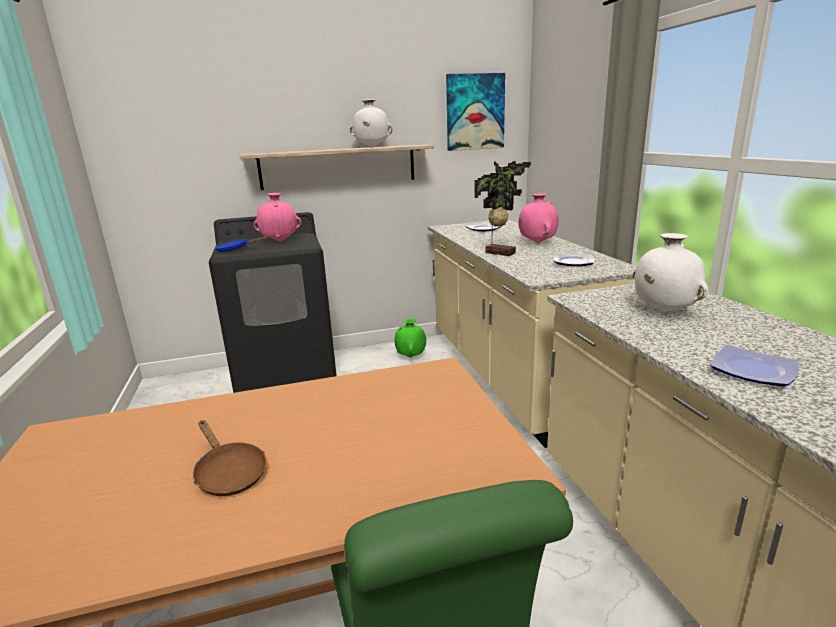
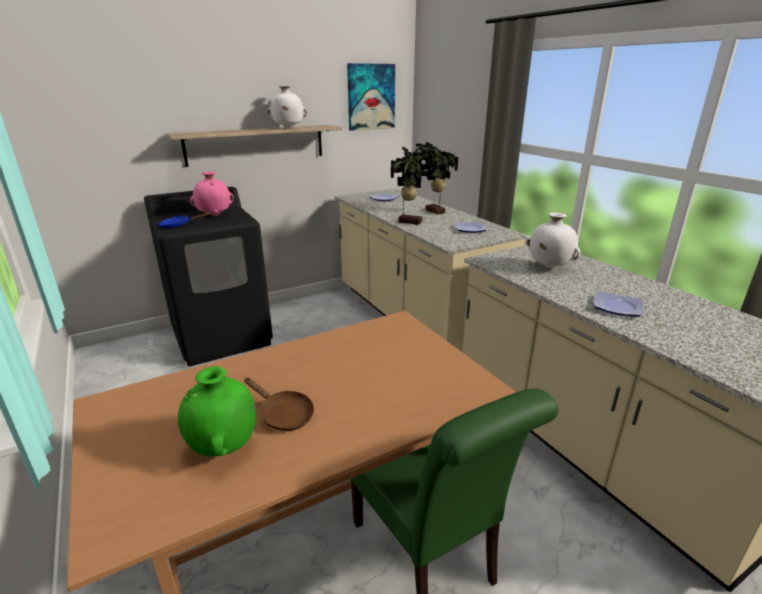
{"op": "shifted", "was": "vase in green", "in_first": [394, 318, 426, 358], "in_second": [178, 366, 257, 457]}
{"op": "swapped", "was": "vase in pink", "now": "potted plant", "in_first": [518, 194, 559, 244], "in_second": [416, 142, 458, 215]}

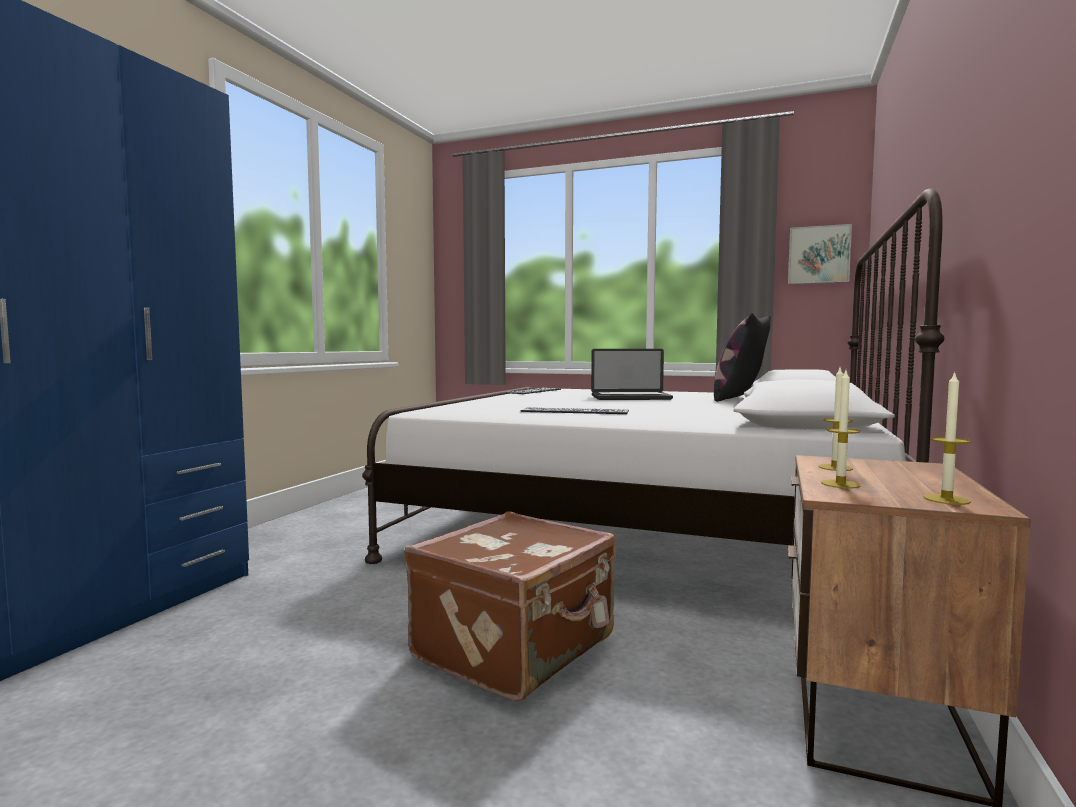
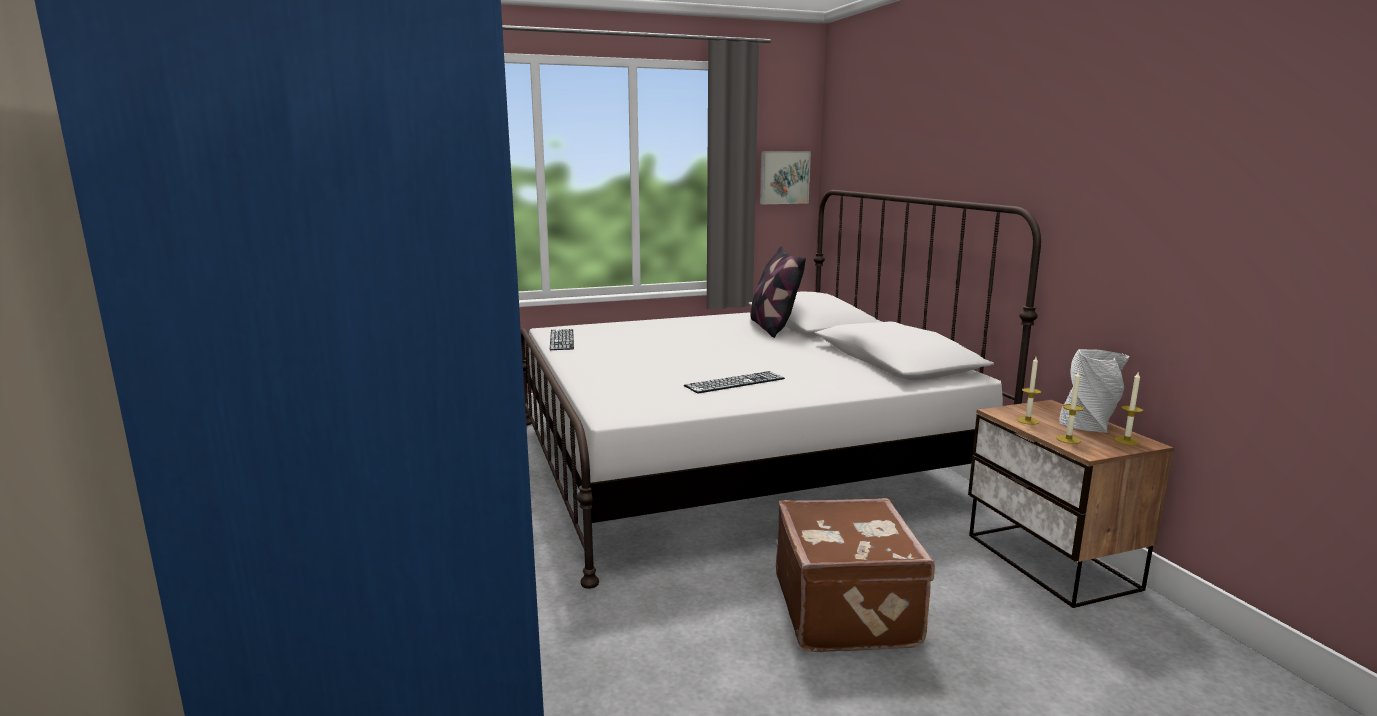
{"op": "gone", "was": "laptop", "in_first": [591, 349, 673, 400]}
{"op": "new", "now": "vase in grey", "in_second": [1059, 349, 1129, 433]}

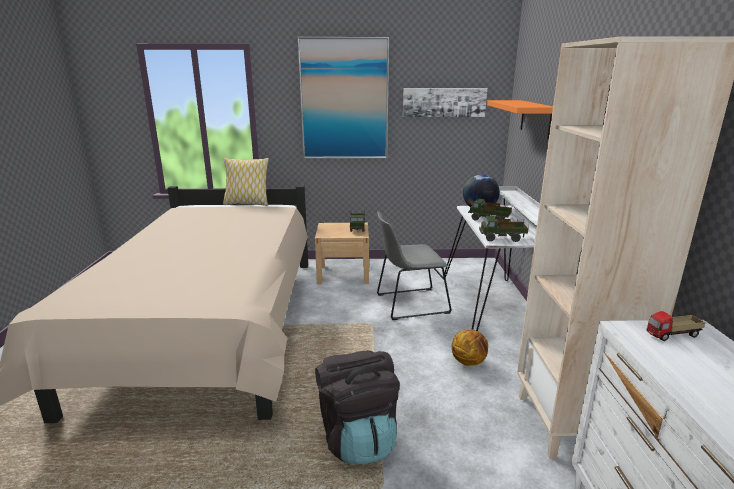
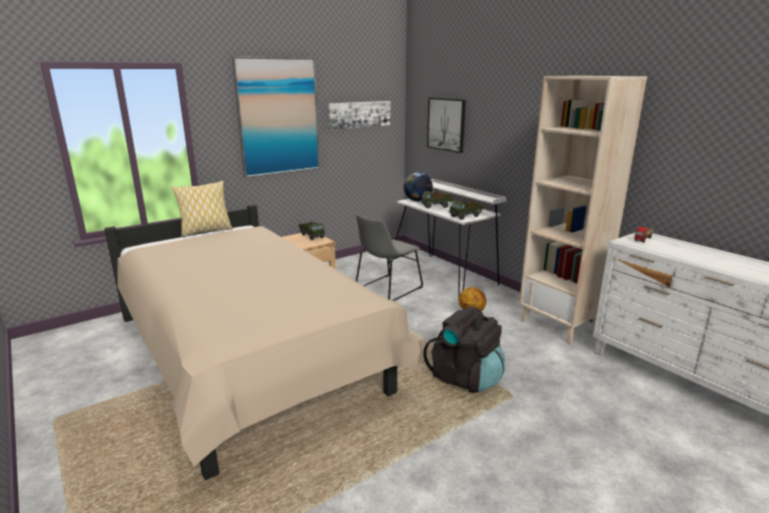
{"op": "swapped", "was": "shelf in orange", "now": "picture", "in_first": [487, 100, 553, 140], "in_second": [427, 98, 466, 153]}

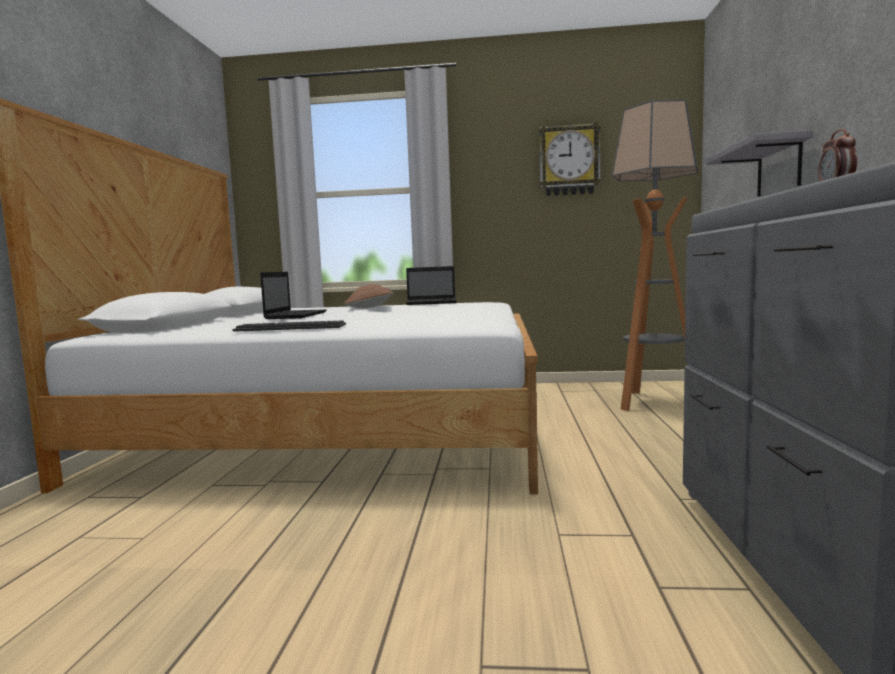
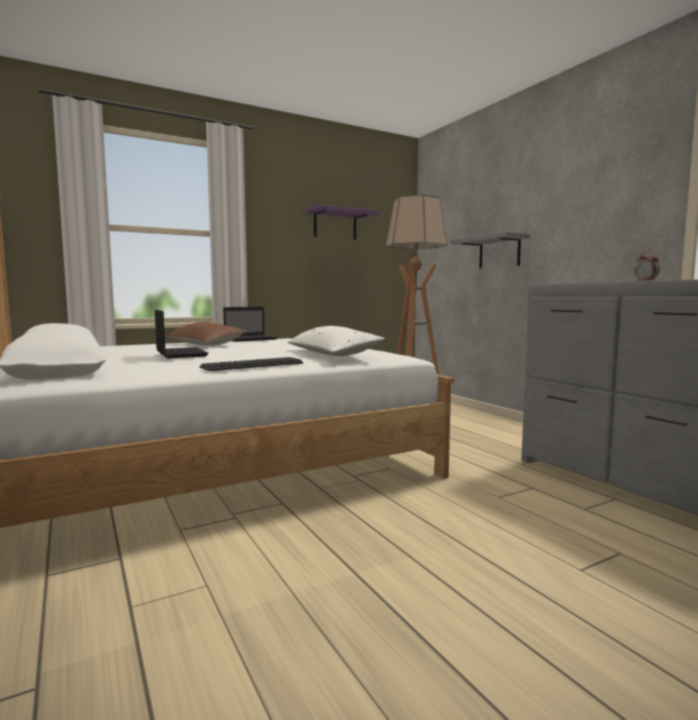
{"op": "new", "now": "pillow in white", "in_second": [288, 326, 385, 356]}
{"op": "swapped", "was": "wall clock", "now": "shelf in purple", "in_first": [539, 122, 601, 196], "in_second": [305, 204, 379, 240]}

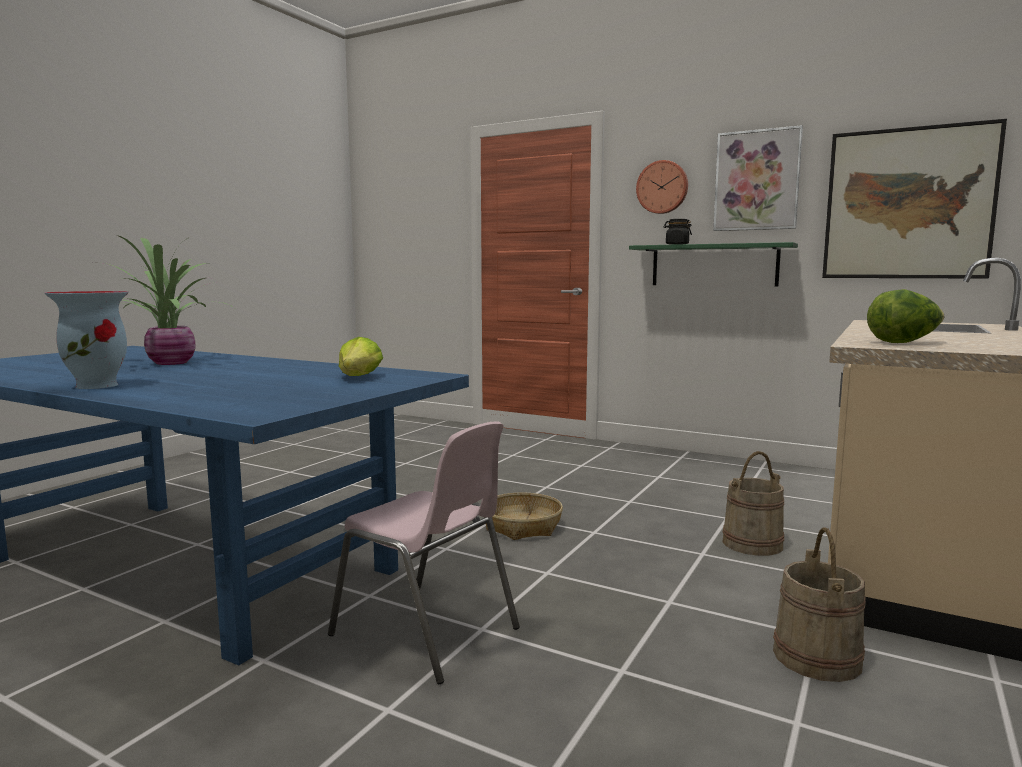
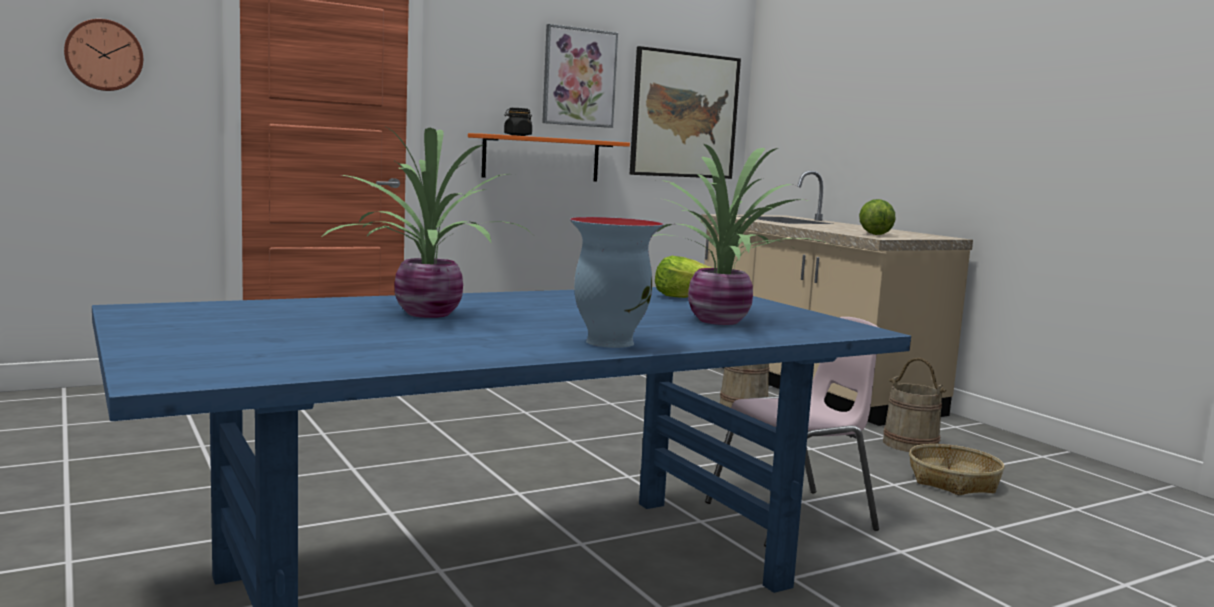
{"op": "new", "now": "potted plant", "in_second": [653, 144, 836, 325]}
{"op": "shifted", "was": "basket", "in_first": [486, 493, 563, 540], "in_second": [909, 444, 1005, 495]}
{"op": "shifted", "was": "wall clock", "in_first": [636, 160, 688, 214], "in_second": [64, 19, 143, 91]}
{"op": "repainted", "was": "shelf in green", "now": "shelf in orange", "in_first": [629, 242, 798, 286], "in_second": [468, 133, 630, 182]}

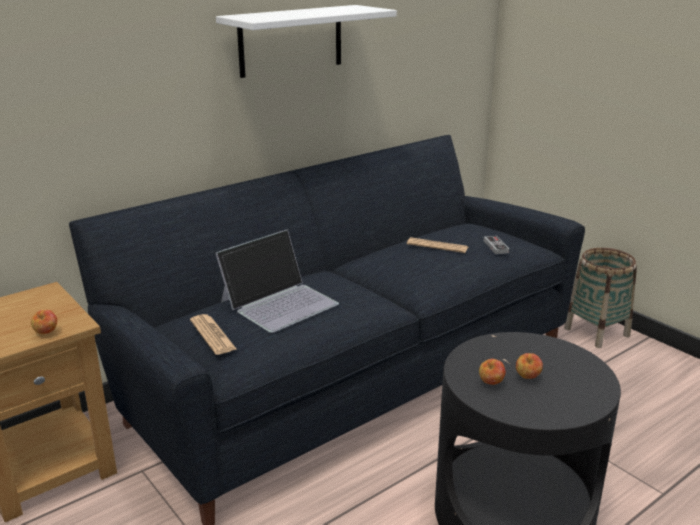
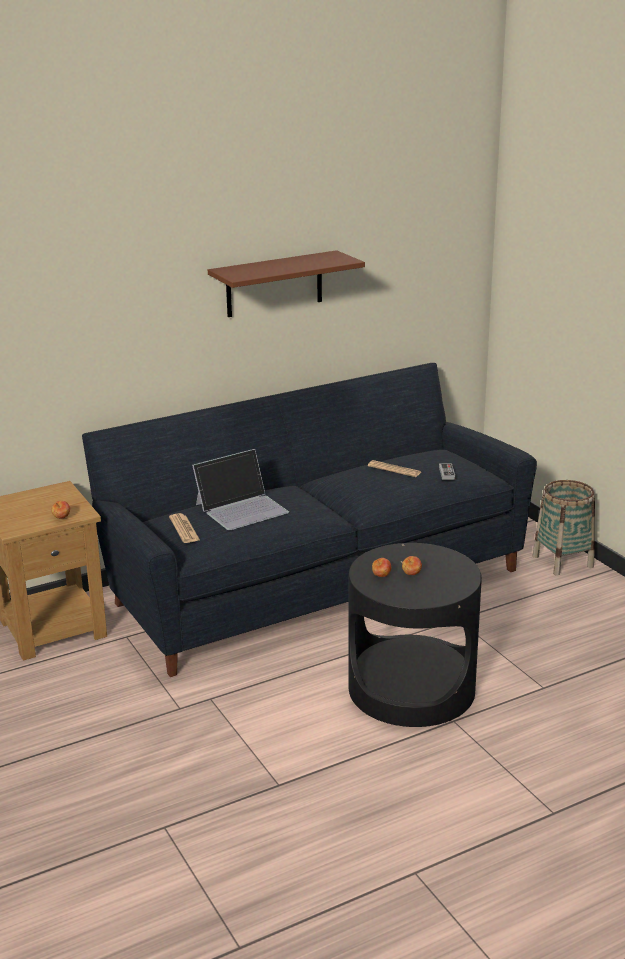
{"op": "repainted", "was": "shelf in white", "now": "shelf in brown", "in_first": [216, 5, 397, 78], "in_second": [208, 250, 365, 317]}

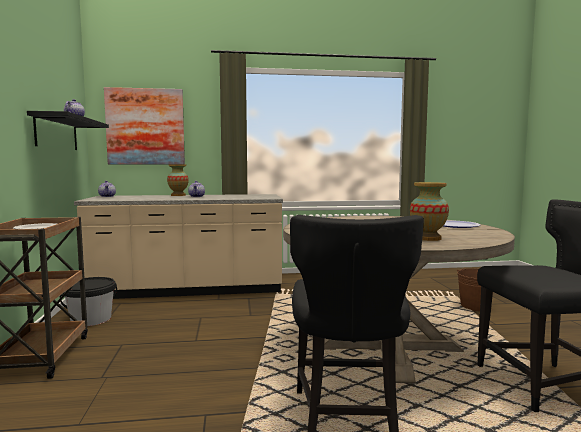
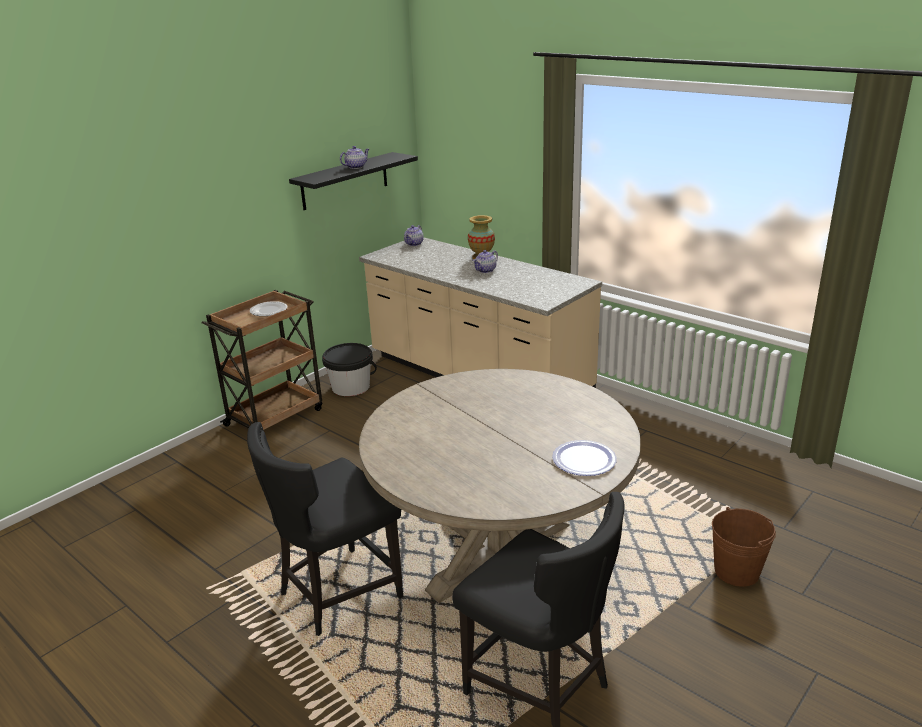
{"op": "gone", "was": "picture", "in_first": [104, 87, 185, 164]}
{"op": "gone", "was": "vase", "in_first": [410, 182, 449, 241]}

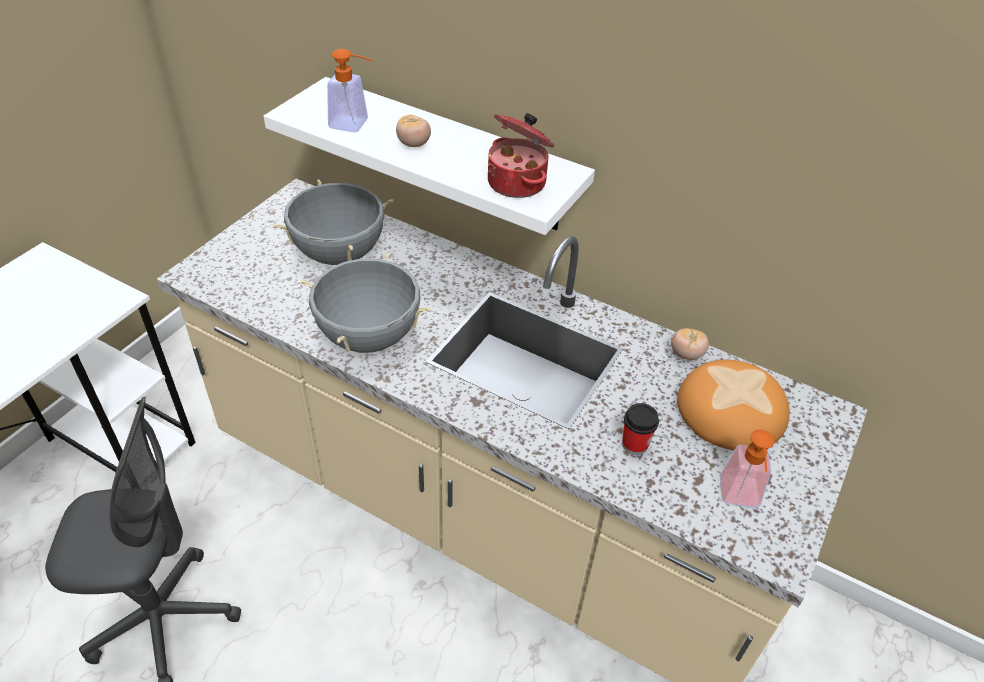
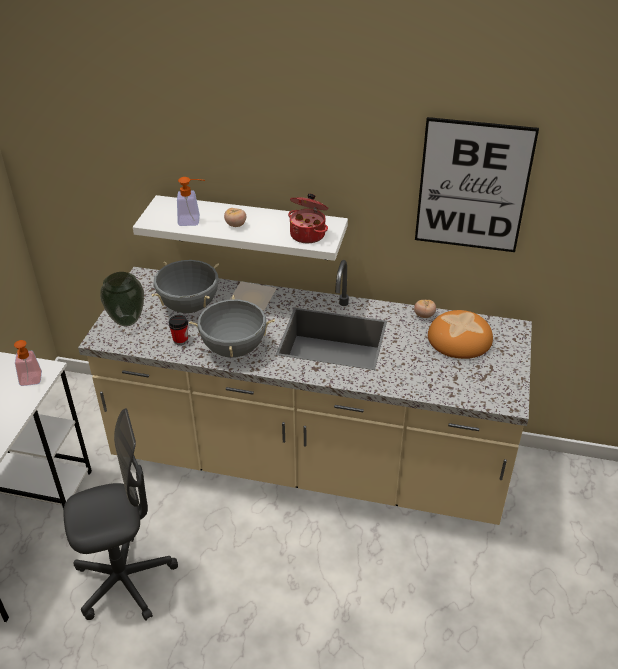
{"op": "new", "now": "vase", "in_second": [100, 272, 144, 326]}
{"op": "new", "now": "plate", "in_second": [229, 281, 277, 311]}
{"op": "new", "now": "picture", "in_second": [415, 117, 539, 252]}
{"op": "shifted", "was": "cup", "in_first": [622, 403, 659, 455], "in_second": [169, 315, 188, 345]}
{"op": "shifted", "was": "soap dispenser", "in_first": [720, 430, 775, 508], "in_second": [14, 340, 42, 386]}

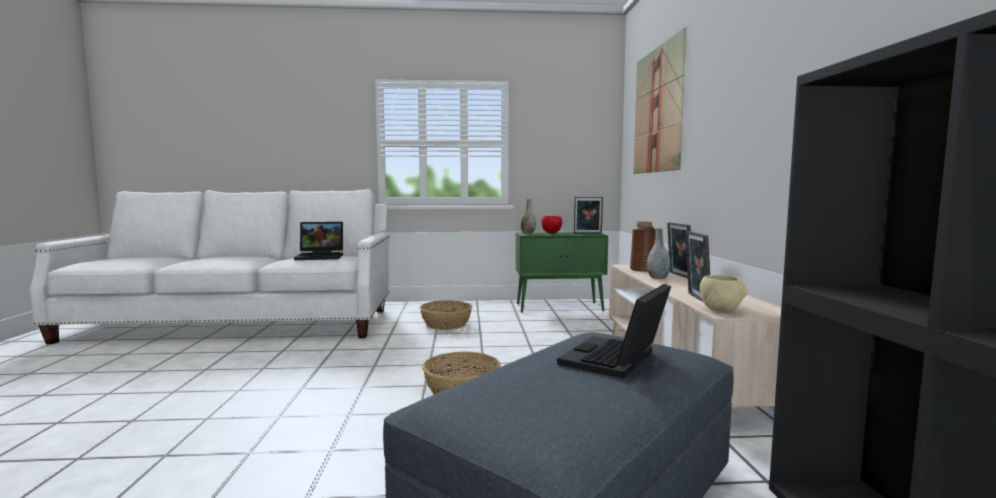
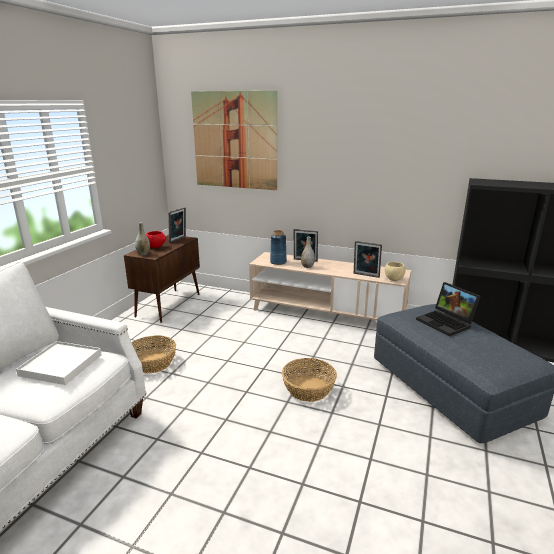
{"op": "swapped", "was": "laptop", "now": "tray in white", "in_first": [294, 222, 343, 260], "in_second": [16, 341, 101, 385]}
{"op": "repainted", "was": "cabinet in green", "now": "cabinet in brown", "in_first": [516, 232, 608, 313], "in_second": [124, 235, 200, 323]}
{"op": "repainted", "was": "vase in brown", "now": "vase in blue", "in_first": [630, 222, 656, 272], "in_second": [270, 230, 287, 265]}

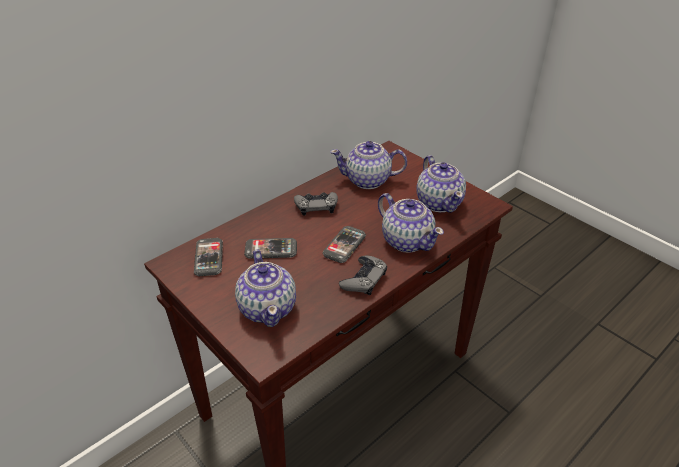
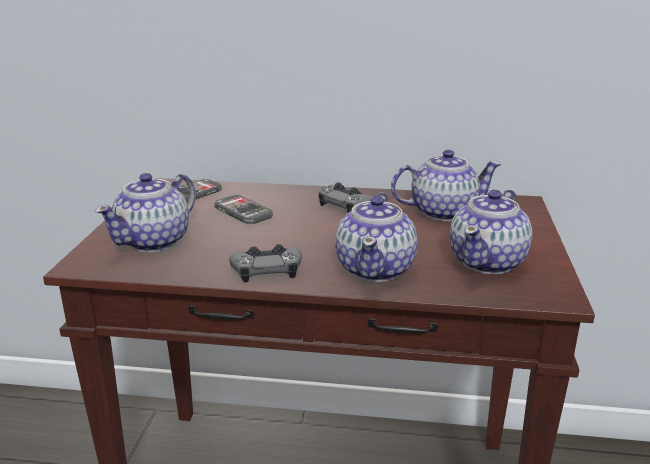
{"op": "gone", "was": "phone", "in_first": [323, 226, 366, 263]}
{"op": "rotated", "was": "teapot", "in_first": [330, 141, 407, 189], "in_second": [391, 150, 502, 221], "clockwise": 120}

